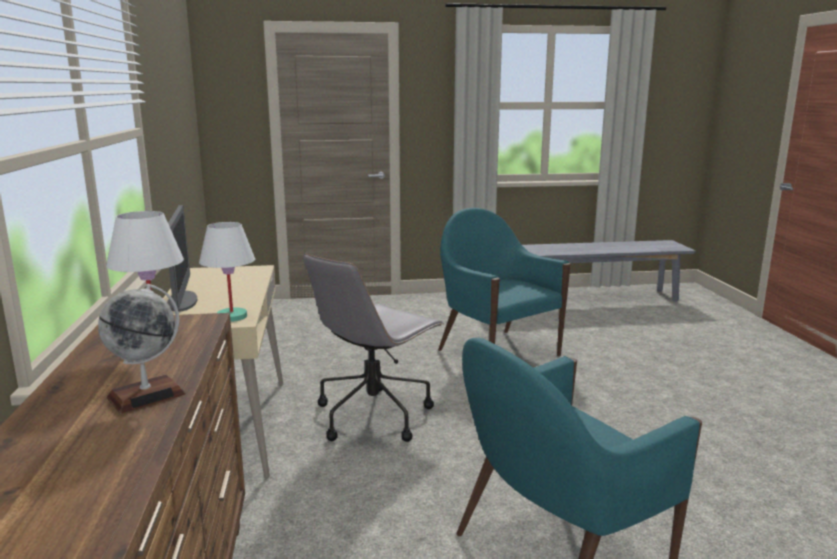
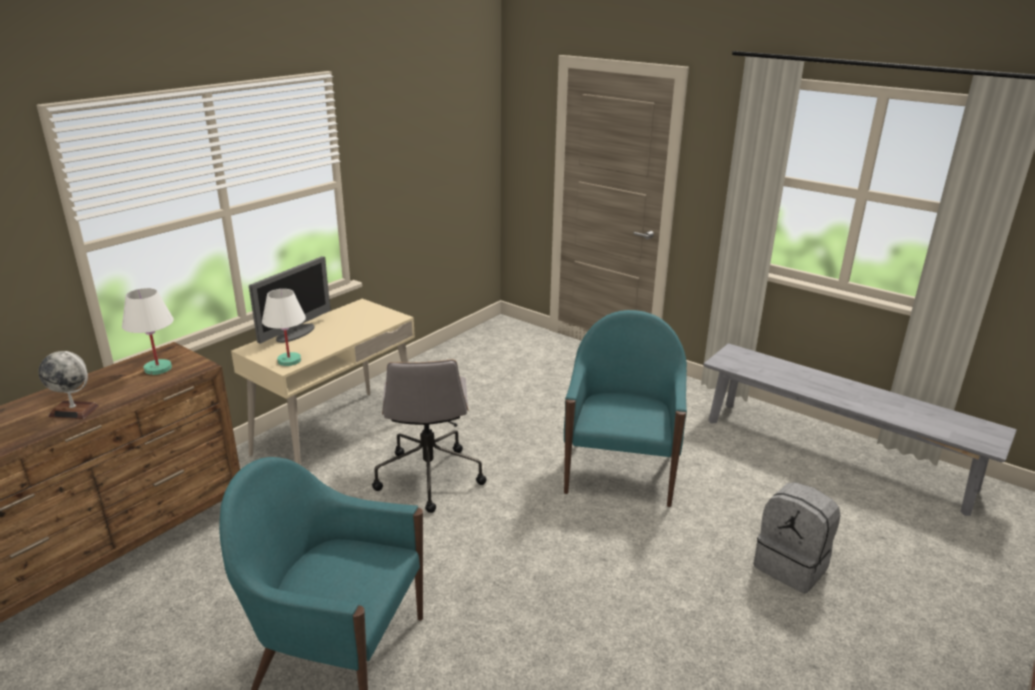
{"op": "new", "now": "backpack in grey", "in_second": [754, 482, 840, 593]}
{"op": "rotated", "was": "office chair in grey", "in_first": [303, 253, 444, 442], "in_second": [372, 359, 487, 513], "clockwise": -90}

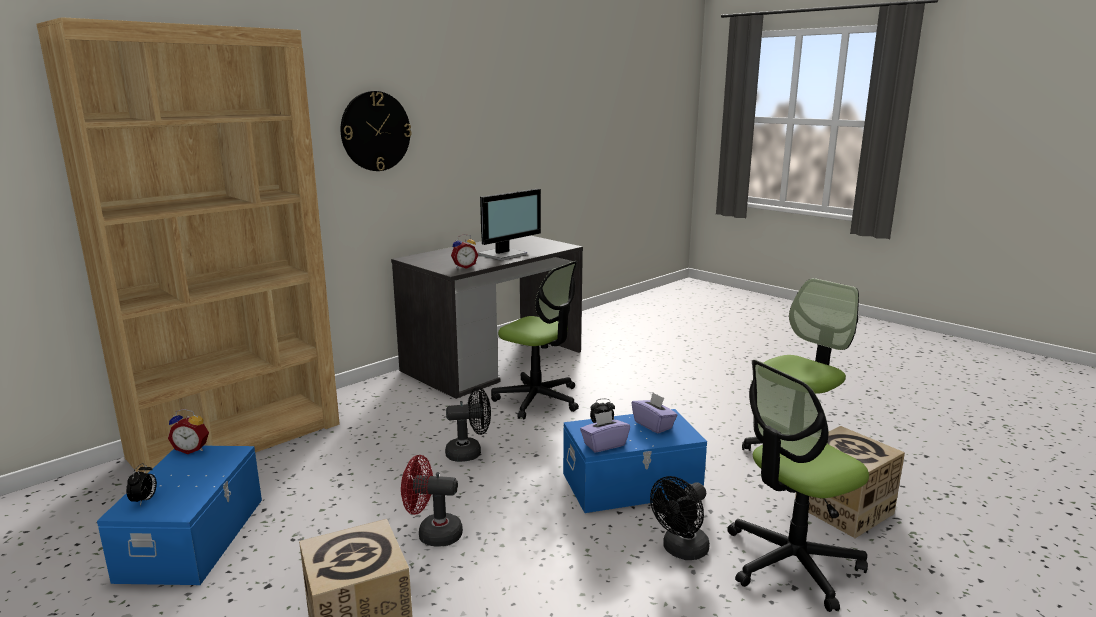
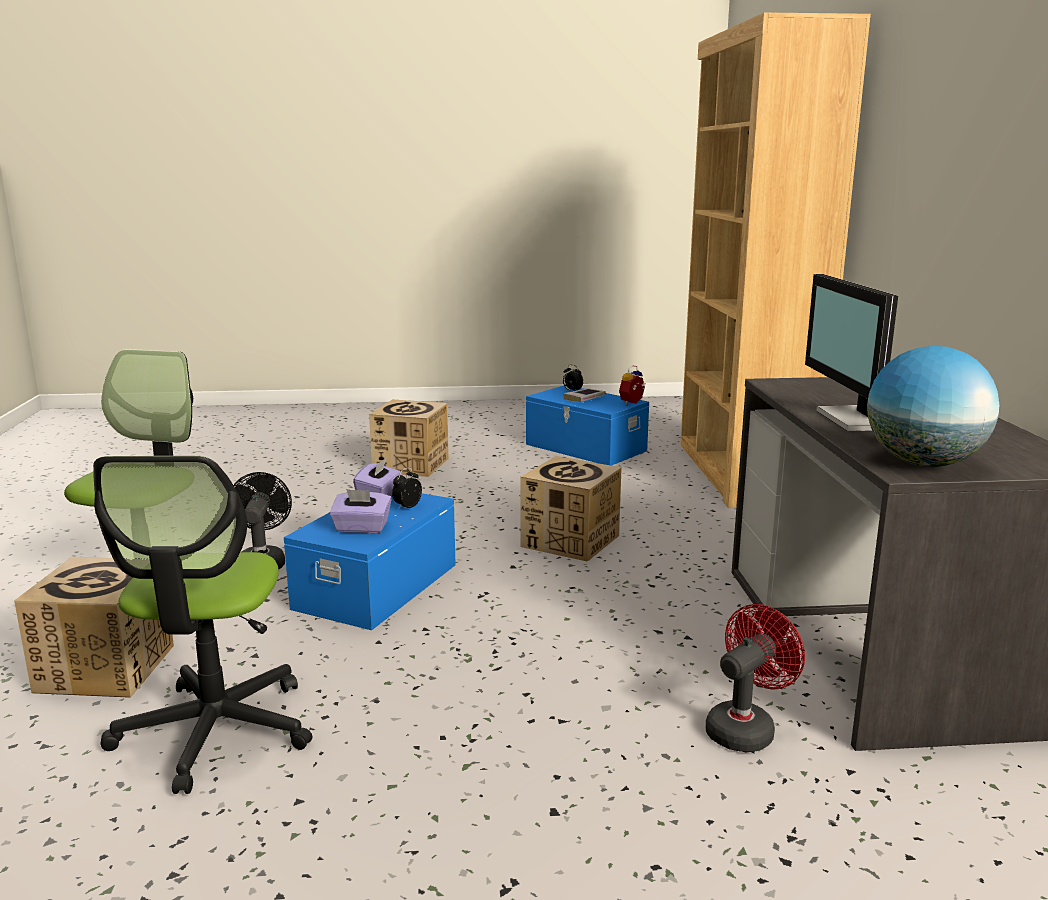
{"op": "gone", "was": "wall clock", "in_first": [341, 91, 412, 171]}
{"op": "gone", "was": "alarm clock", "in_first": [451, 234, 478, 269]}
{"op": "gone", "was": "office chair", "in_first": [491, 261, 579, 420]}
{"op": "new", "now": "book", "in_second": [563, 388, 606, 402]}
{"op": "new", "now": "globe", "in_second": [867, 346, 999, 467]}
{"op": "shifted", "was": "fan in red", "in_first": [401, 455, 463, 547], "in_second": [706, 604, 805, 752]}
{"op": "swapped", "was": "fan in black", "now": "cardboard box", "in_first": [445, 387, 491, 462], "in_second": [521, 456, 622, 562]}

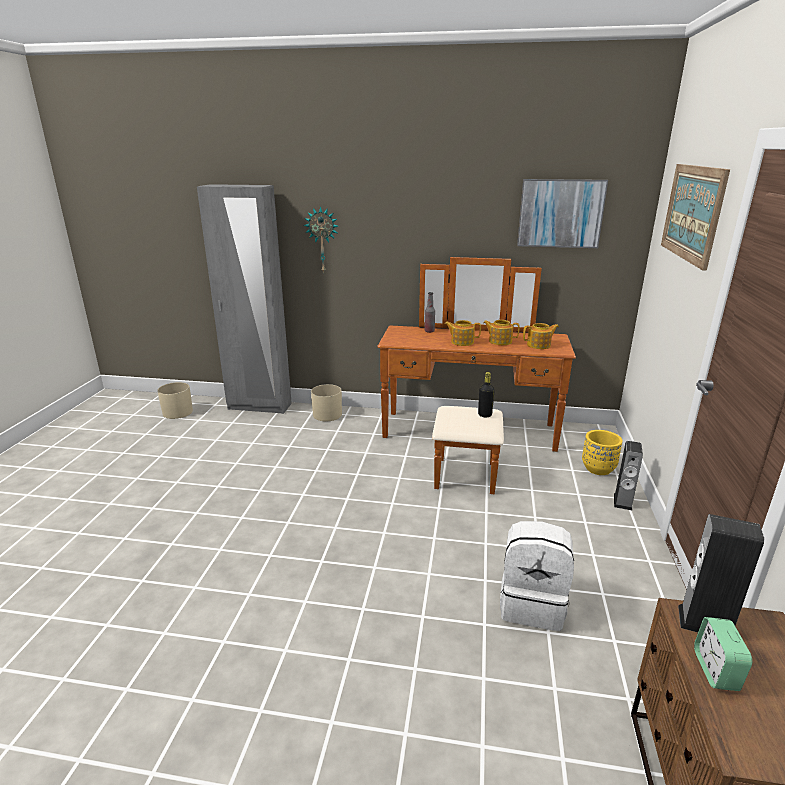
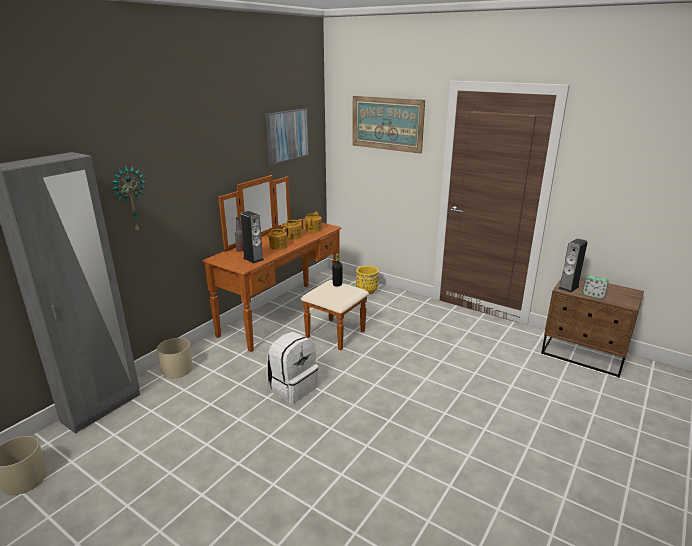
{"op": "shifted", "was": "backpack in white", "in_first": [500, 521, 574, 631], "in_second": [266, 332, 318, 403]}
{"op": "shifted", "was": "speaker", "in_first": [614, 441, 643, 510], "in_second": [240, 211, 264, 263]}

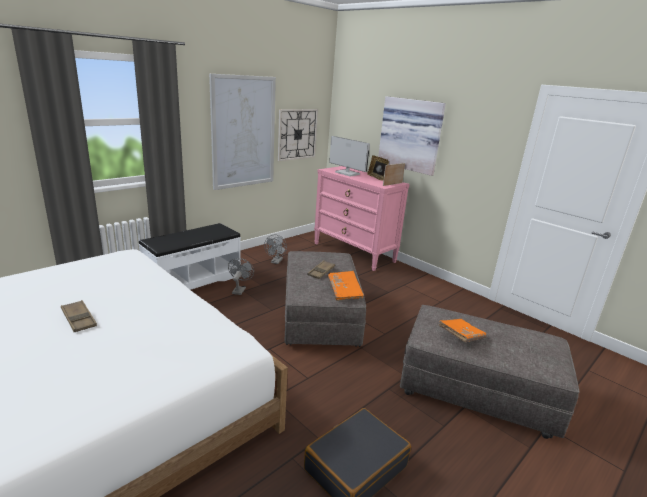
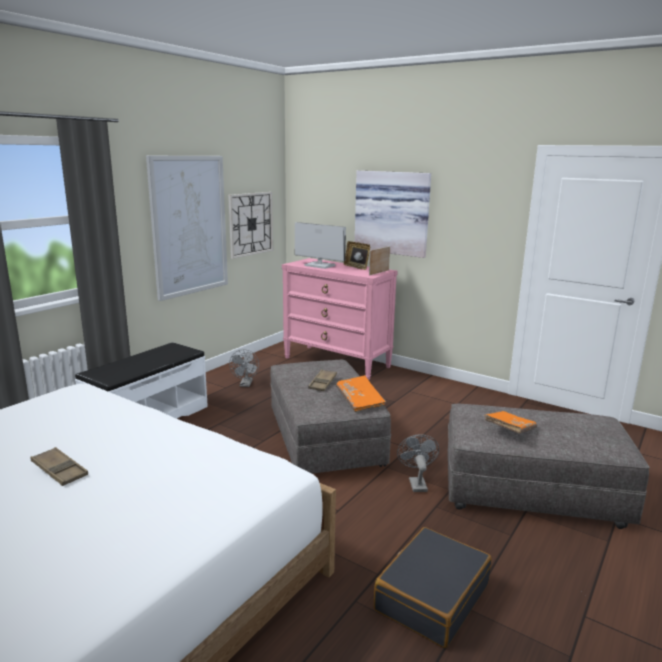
{"op": "shifted", "was": "fan in grey", "in_first": [228, 258, 254, 295], "in_second": [397, 434, 439, 492]}

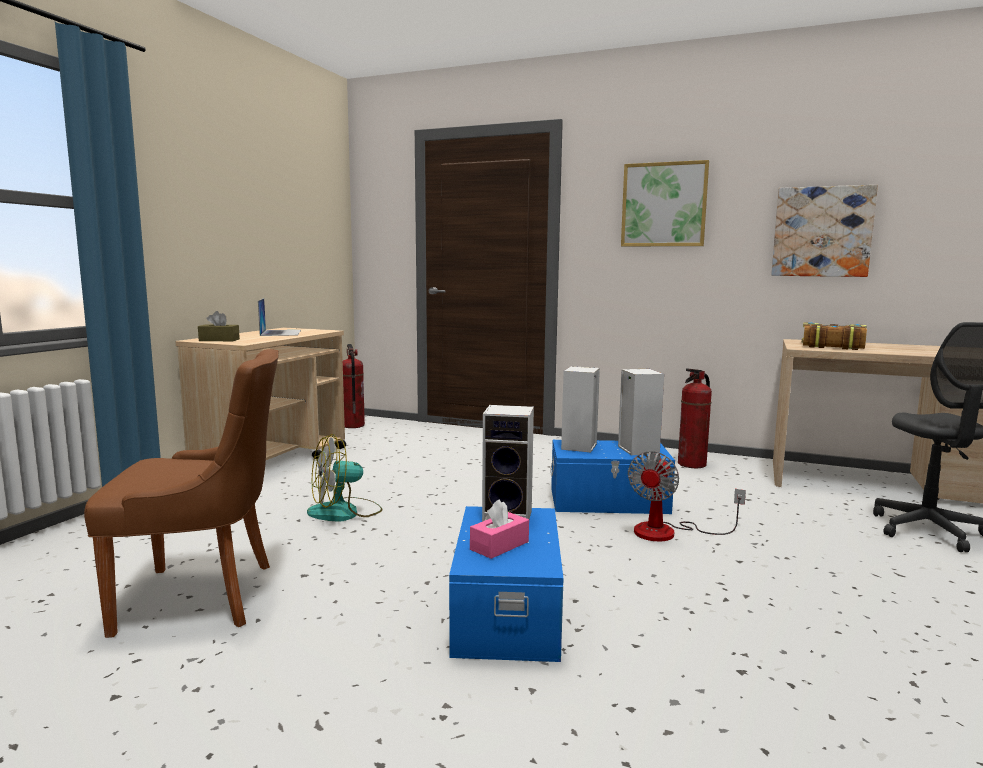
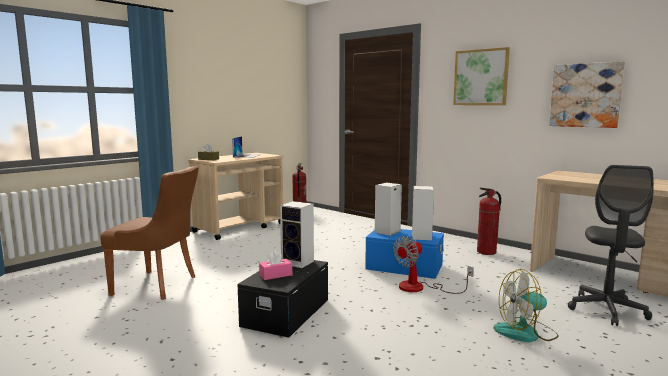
{"op": "gone", "was": "book", "in_first": [802, 322, 867, 350]}
{"op": "shifted", "was": "fan", "in_first": [307, 434, 383, 522], "in_second": [493, 269, 559, 342]}
{"op": "repainted", "was": "storage box in blue", "now": "storage box in black", "in_first": [449, 506, 563, 662], "in_second": [237, 260, 328, 338]}

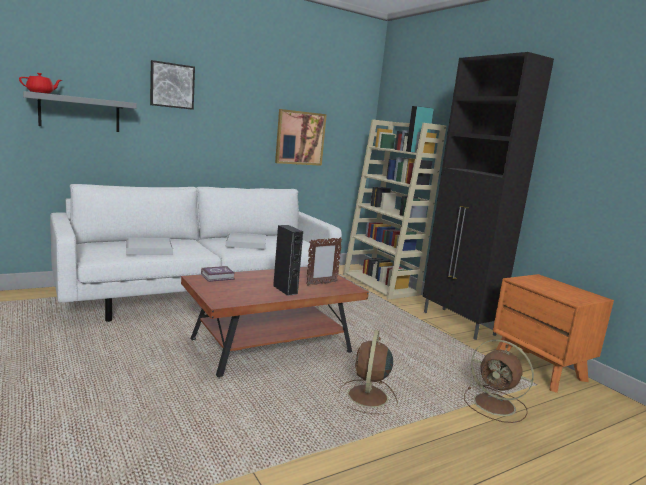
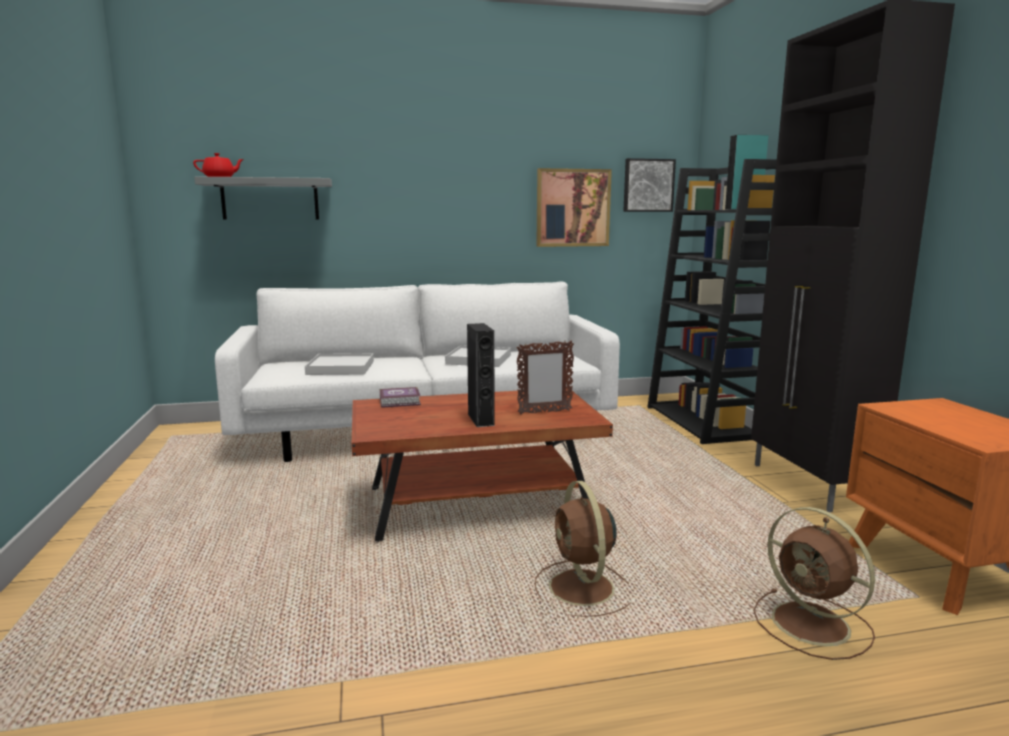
{"op": "shifted", "was": "picture", "in_first": [150, 60, 195, 110], "in_second": [623, 158, 676, 212]}
{"op": "repainted", "was": "bookcase in beige", "now": "bookcase in black", "in_first": [343, 119, 446, 299], "in_second": [647, 159, 777, 444]}
{"op": "rotated", "was": "fan in brown", "in_first": [339, 330, 398, 414], "in_second": [535, 481, 631, 617], "clockwise": -45}

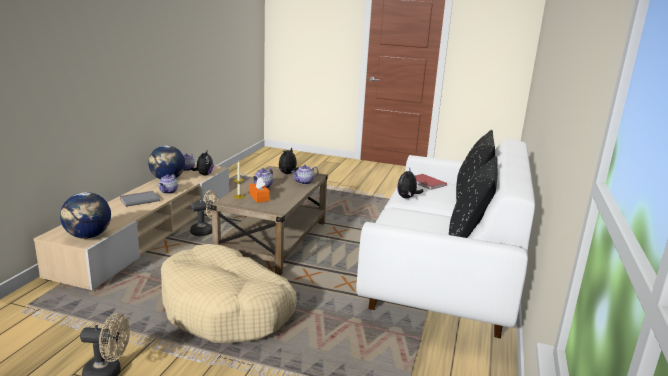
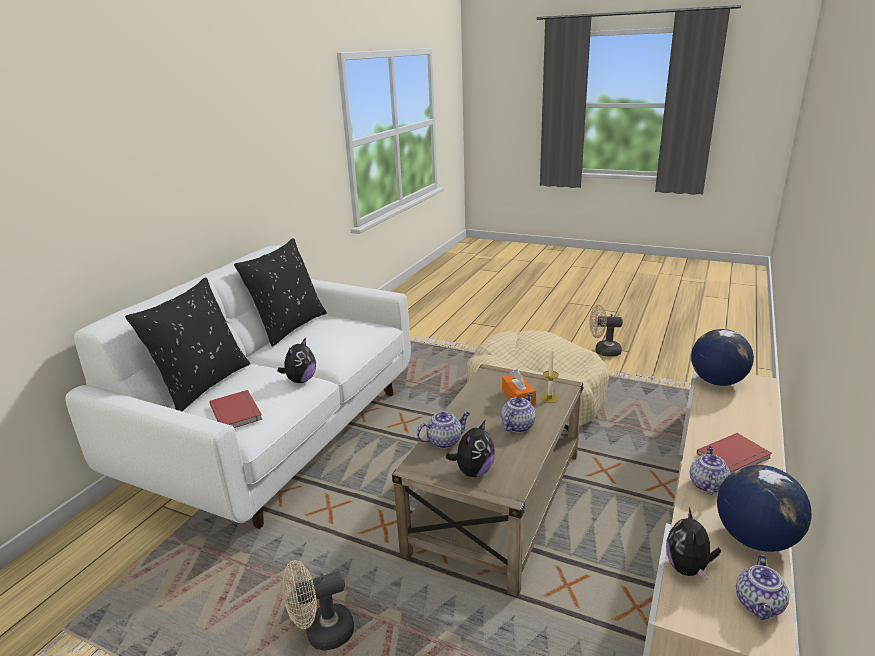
{"op": "shifted", "was": "fan in beige", "in_first": [190, 190, 218, 236], "in_second": [283, 560, 354, 650]}
{"op": "repainted", "was": "book in grey", "now": "book in red", "in_first": [120, 191, 160, 207], "in_second": [697, 433, 772, 474]}

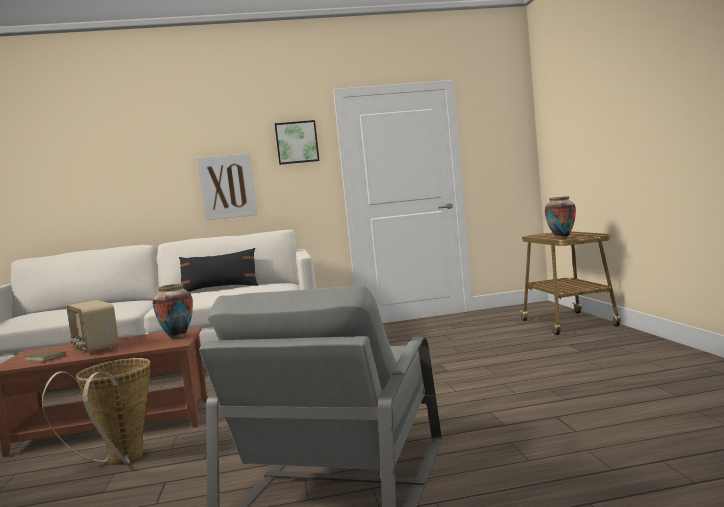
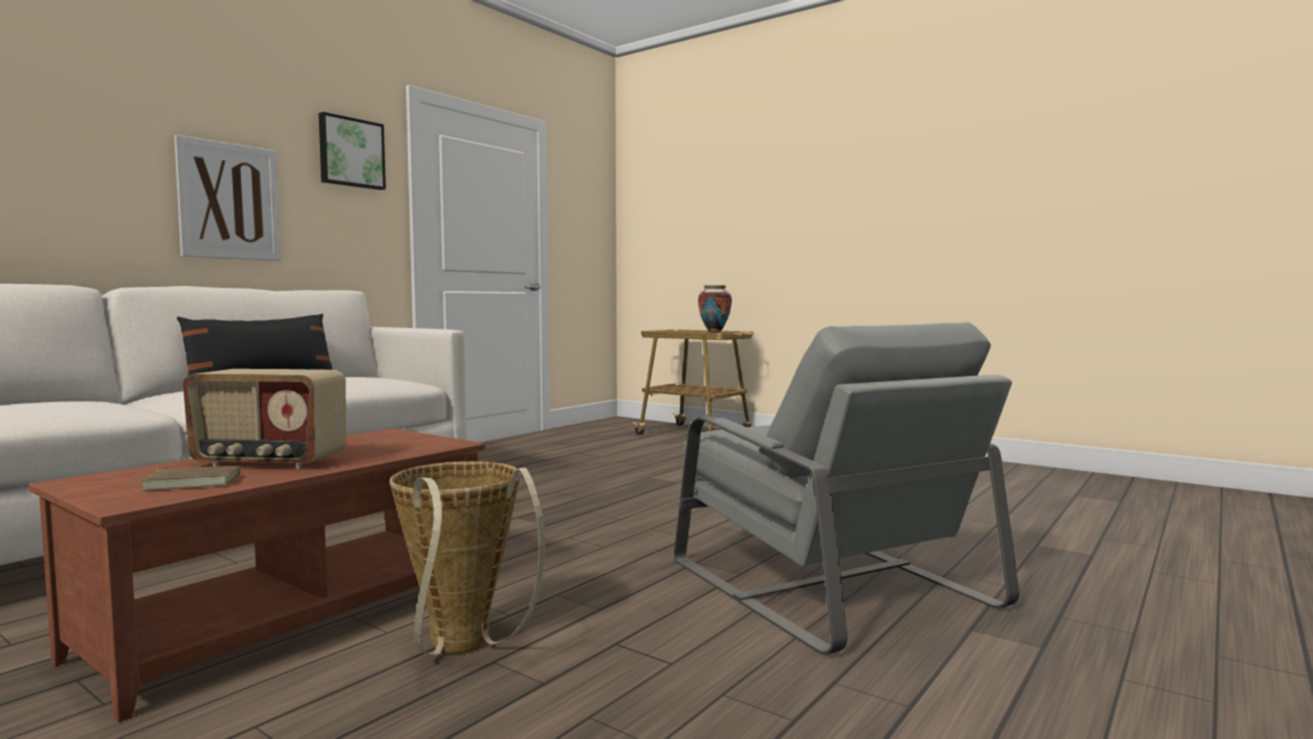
{"op": "gone", "was": "vase", "in_first": [153, 284, 193, 339]}

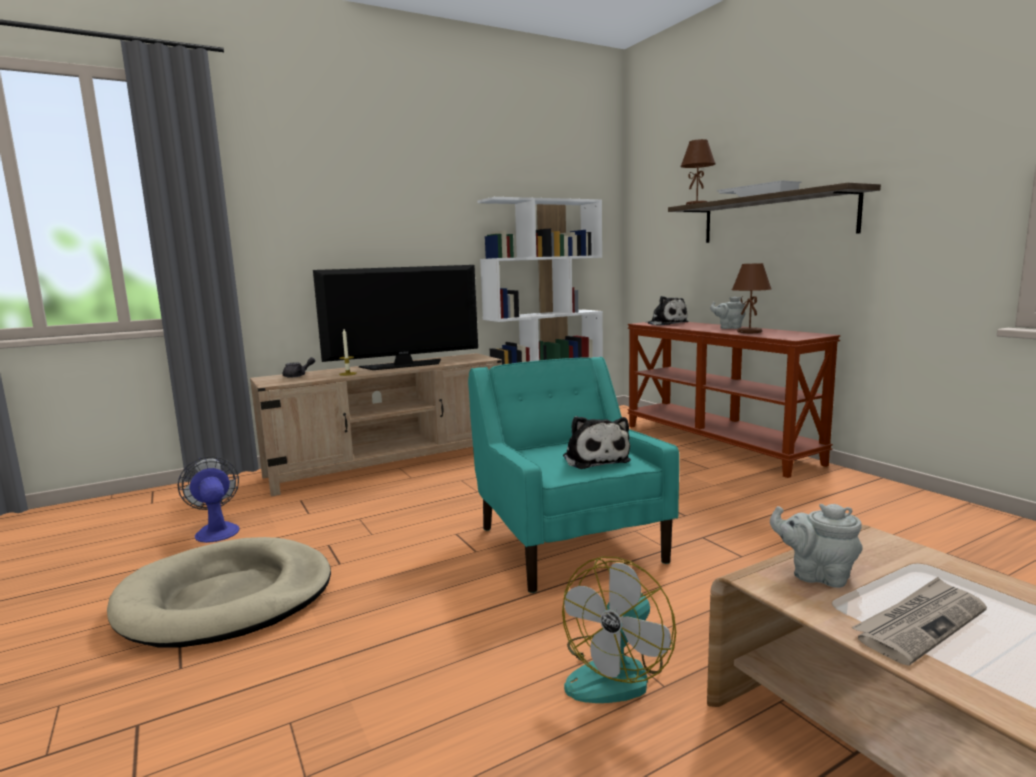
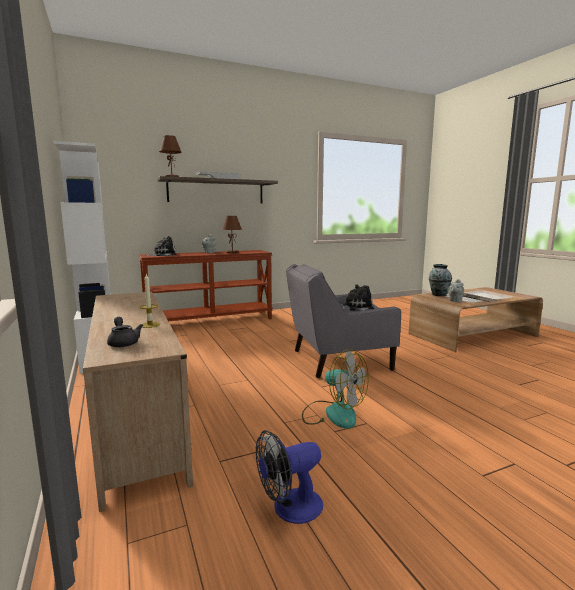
{"op": "gone", "was": "dog bed in beige", "in_first": [107, 537, 331, 647]}
{"op": "gone", "was": "television", "in_first": [313, 265, 478, 370]}
{"op": "new", "now": "vase", "in_second": [429, 264, 452, 296]}
{"op": "shifted", "was": "fan", "in_first": [562, 557, 676, 703], "in_second": [302, 349, 369, 429]}
{"op": "repainted", "was": "armchair in turquoise", "now": "armchair in grey", "in_first": [468, 357, 679, 593], "in_second": [286, 264, 401, 378]}

